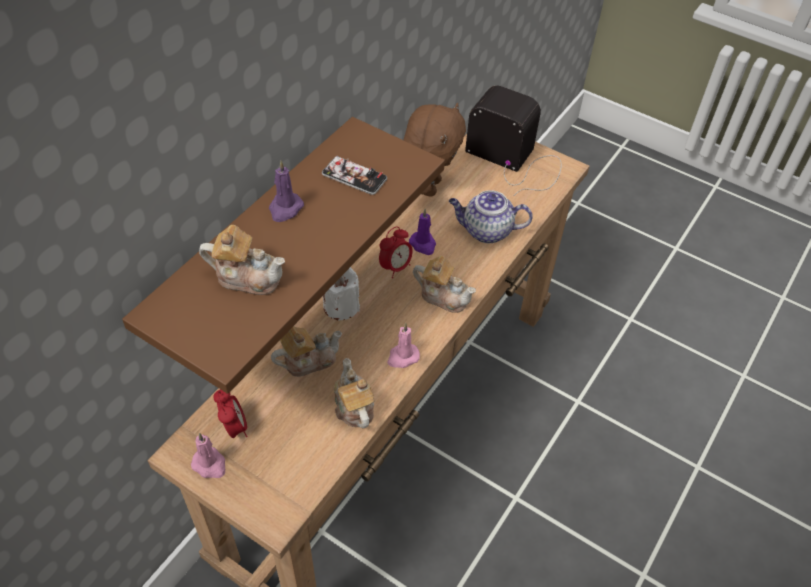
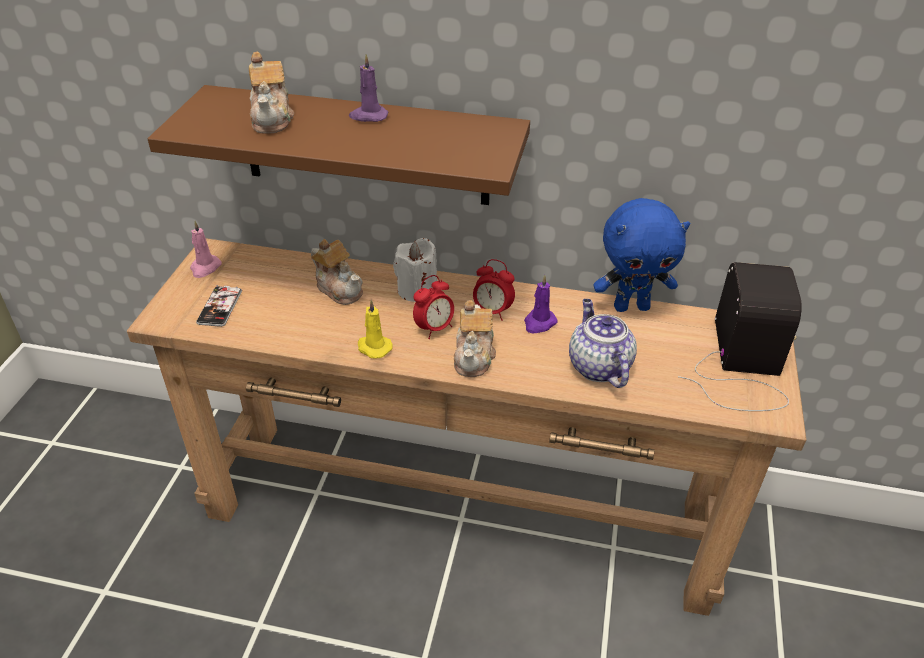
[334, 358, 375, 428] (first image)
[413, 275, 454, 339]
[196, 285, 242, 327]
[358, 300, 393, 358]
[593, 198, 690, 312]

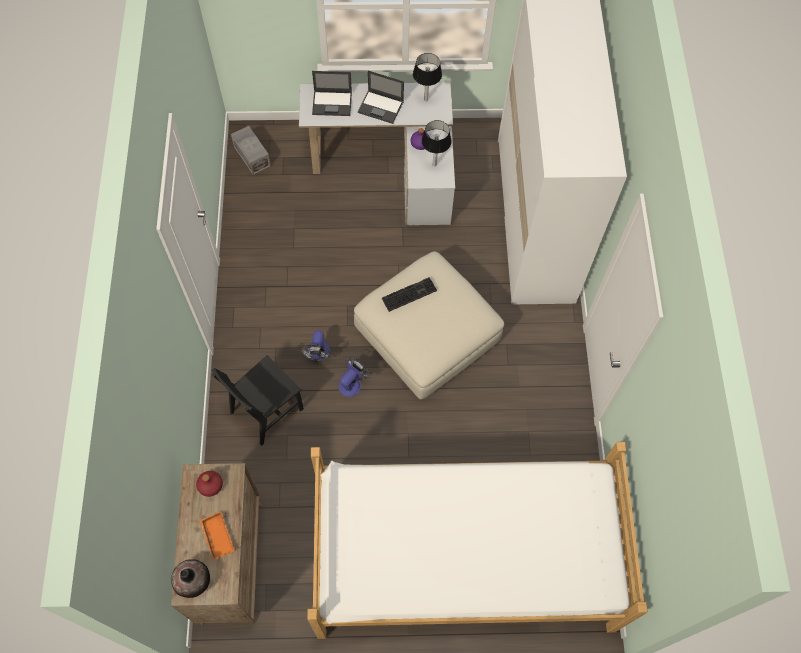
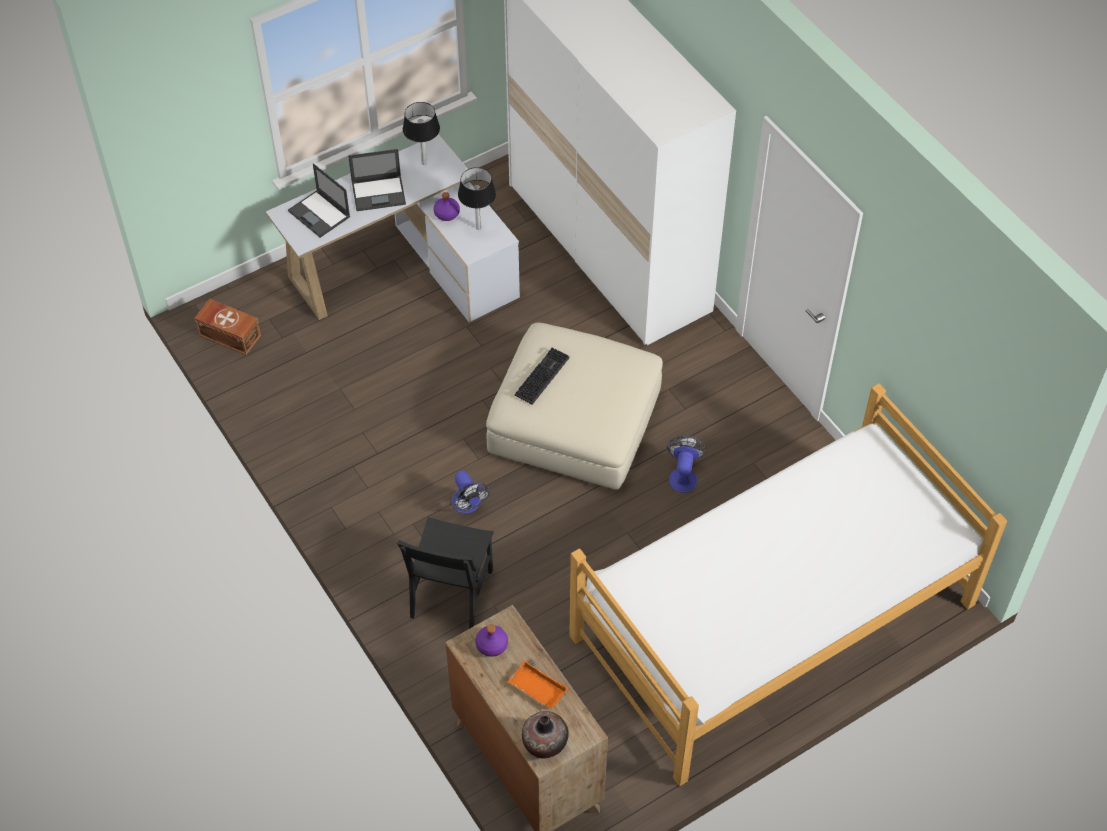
[667, 436, 706, 493]
[475, 624, 508, 657]
[194, 299, 261, 355]
[288, 164, 350, 238]

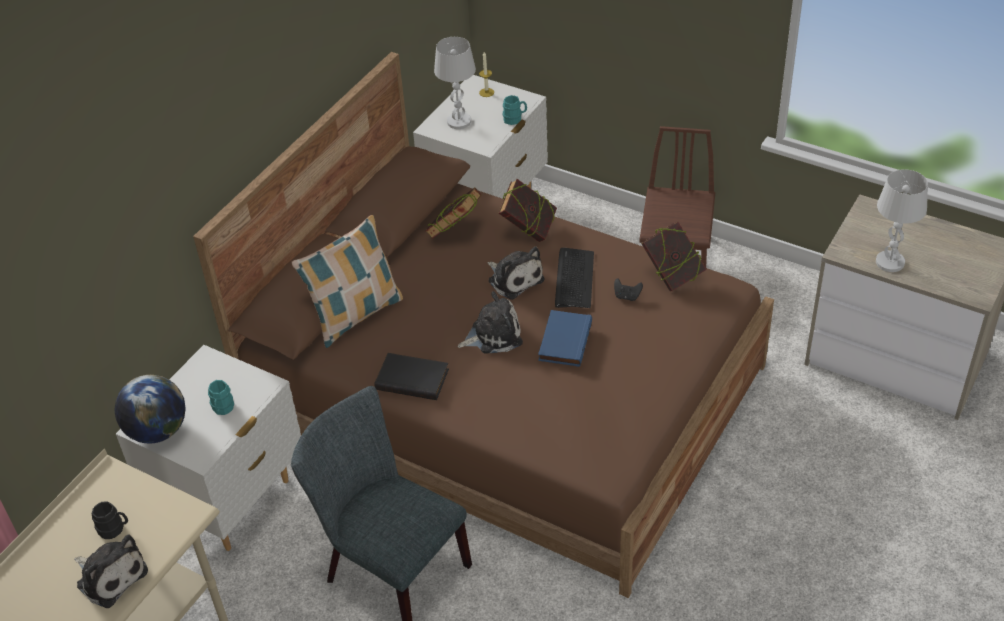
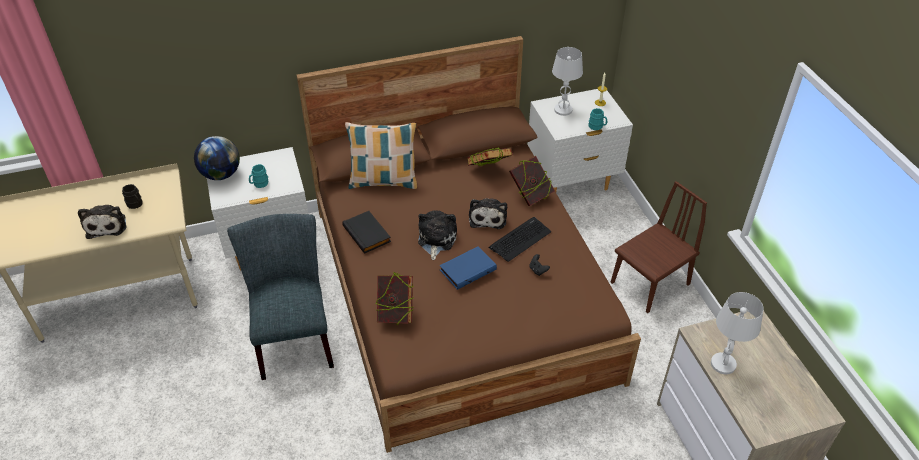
[376, 273, 414, 325]
[418, 210, 457, 260]

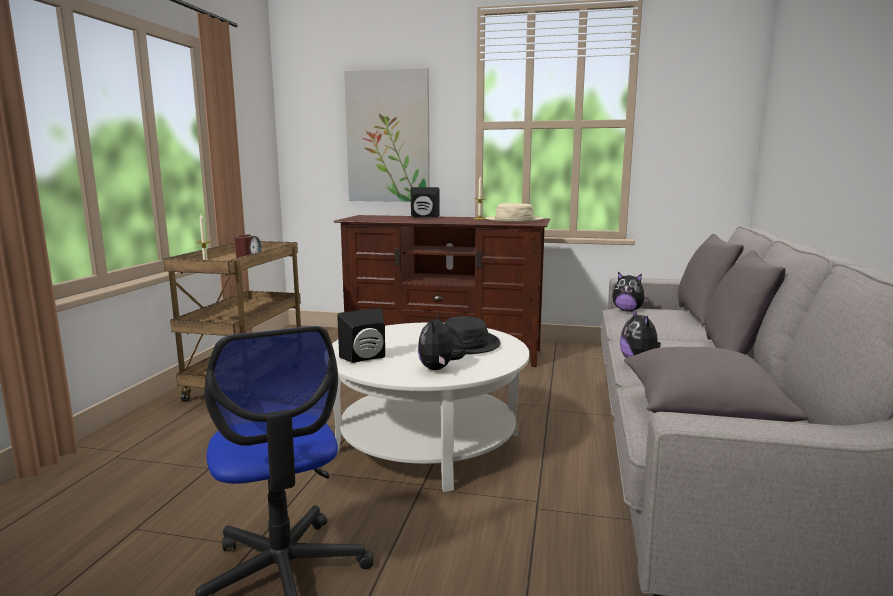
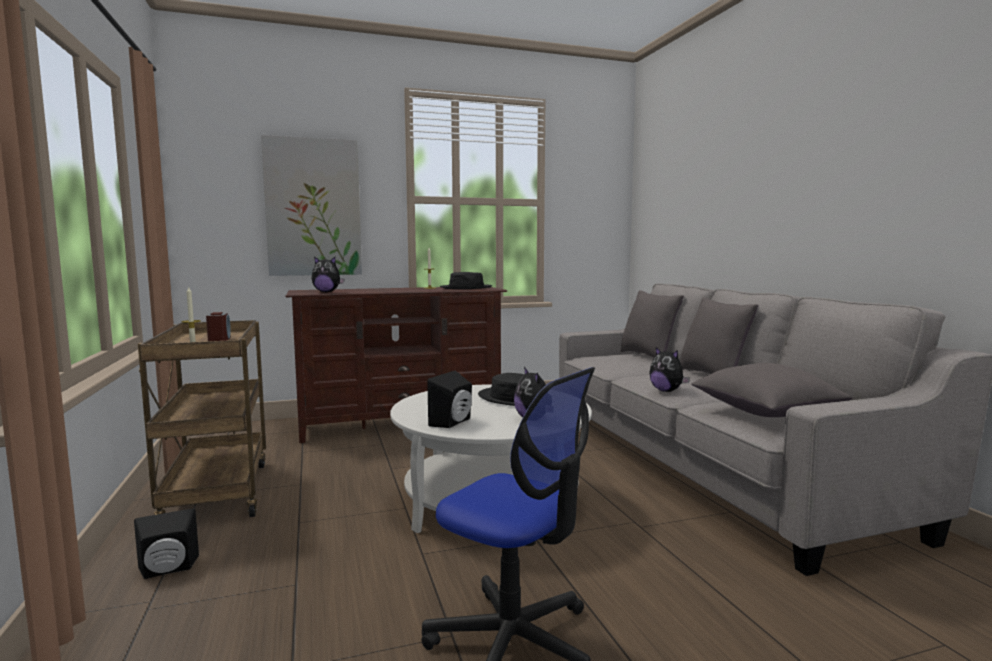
[134, 508, 199, 579]
[312, 257, 344, 292]
[440, 272, 493, 289]

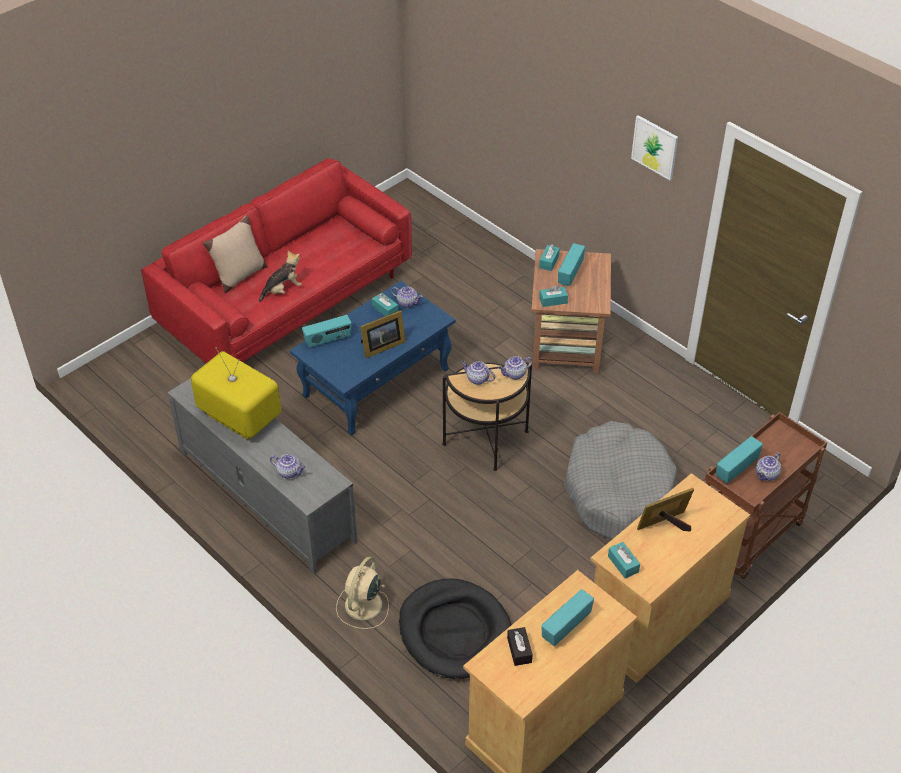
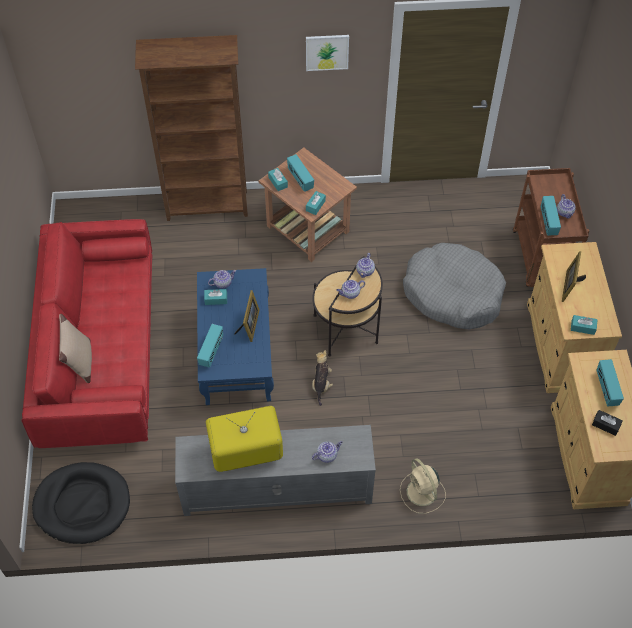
[135, 35, 248, 221]
[312, 350, 333, 406]
[32, 462, 130, 544]

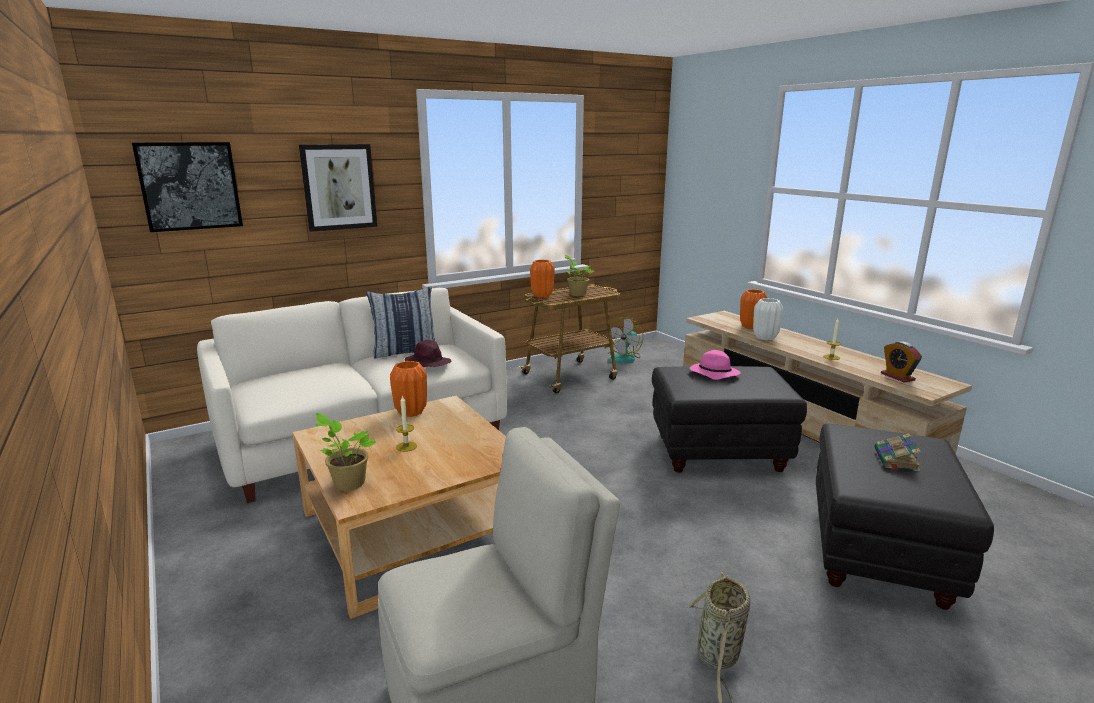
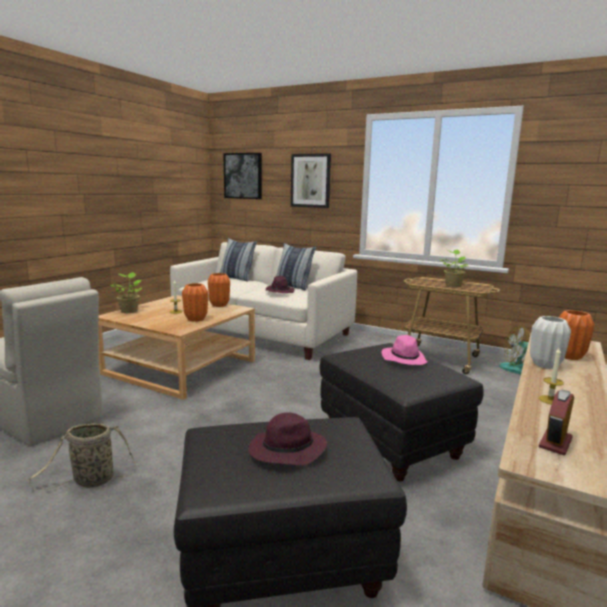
[220, 238, 257, 282]
[182, 283, 208, 322]
[249, 412, 327, 466]

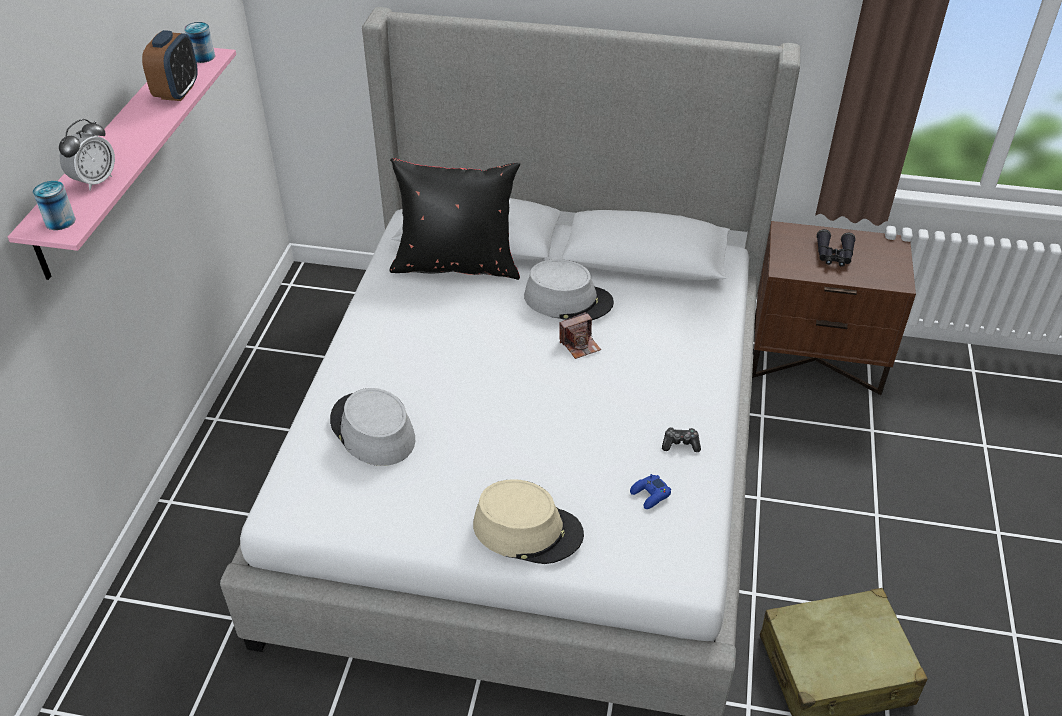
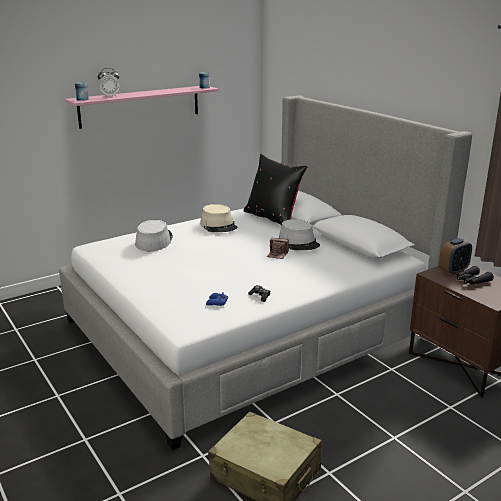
[439, 238, 472, 275]
[200, 204, 237, 232]

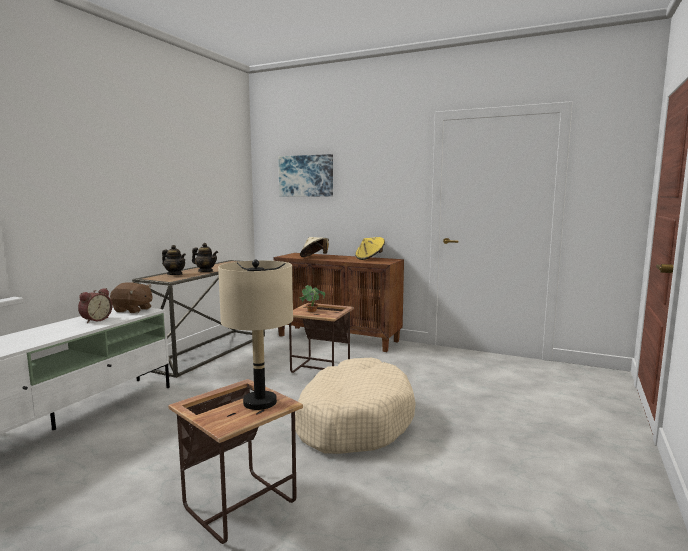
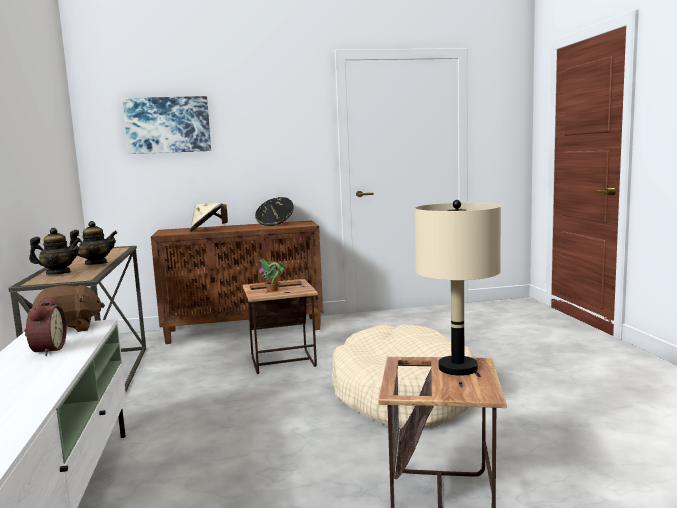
[255, 197, 294, 226]

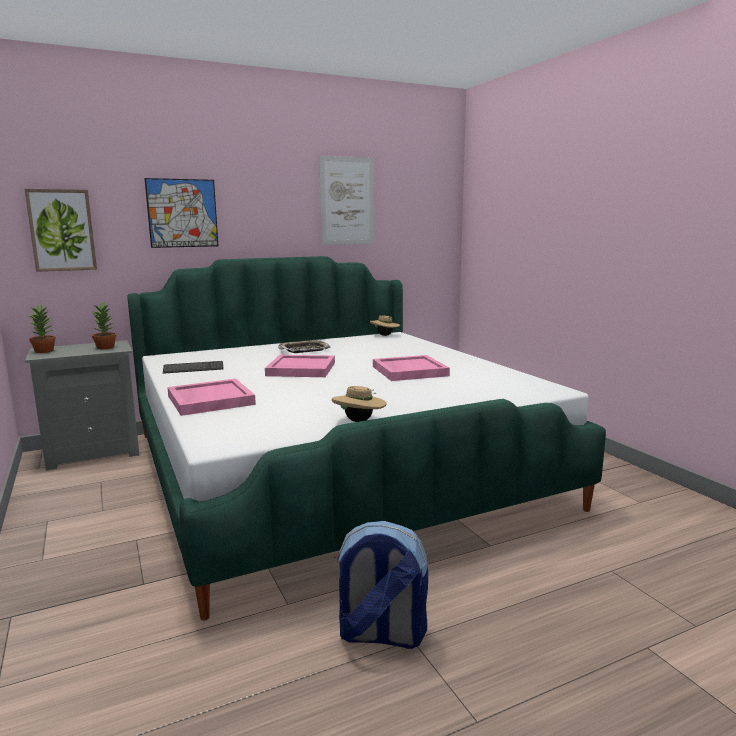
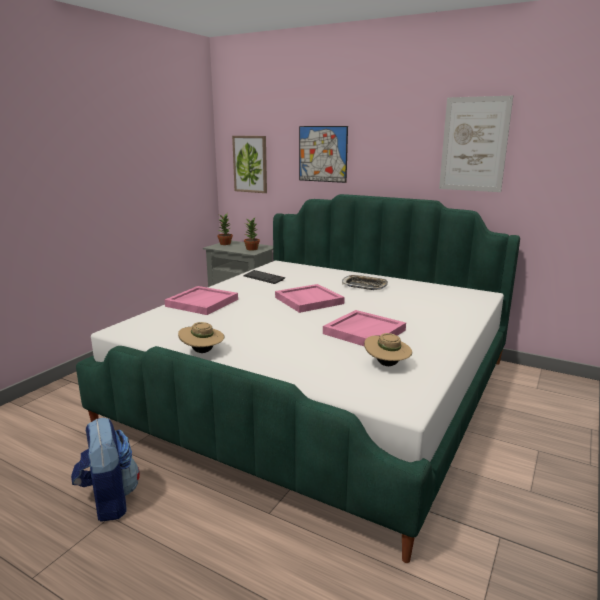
[364, 333, 412, 366]

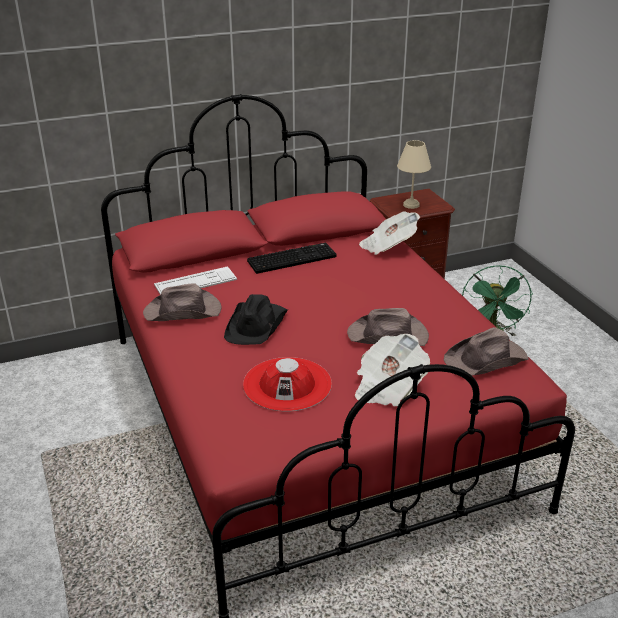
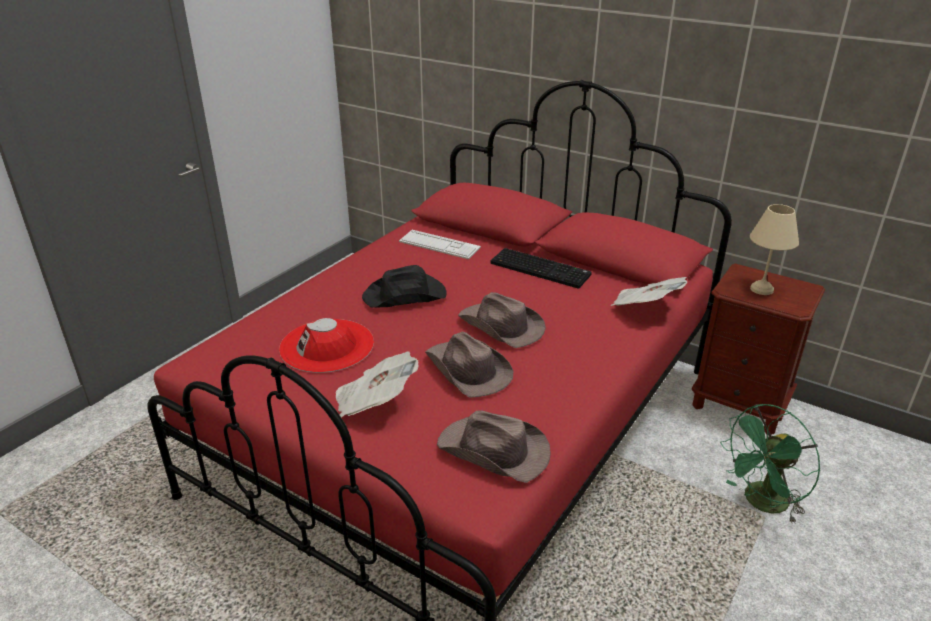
[458, 292, 546, 348]

